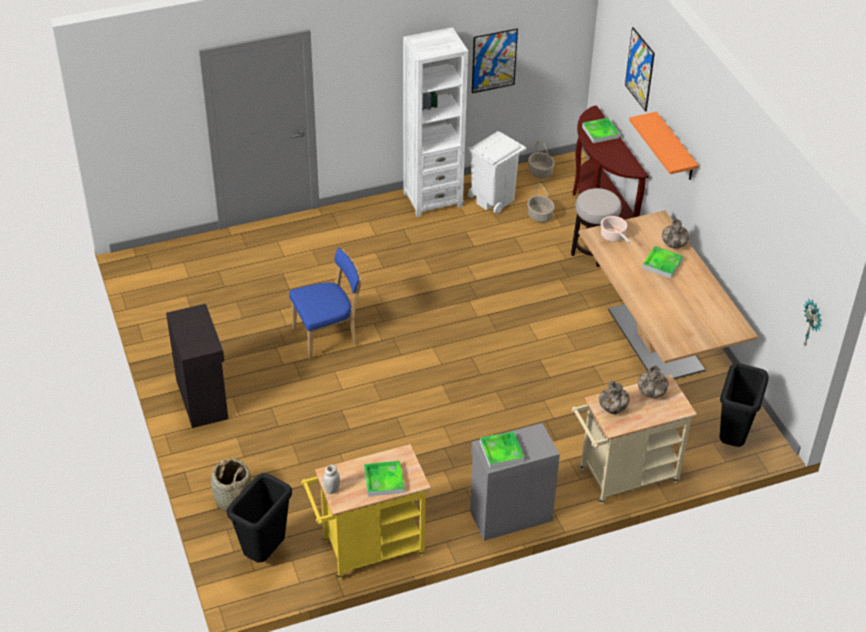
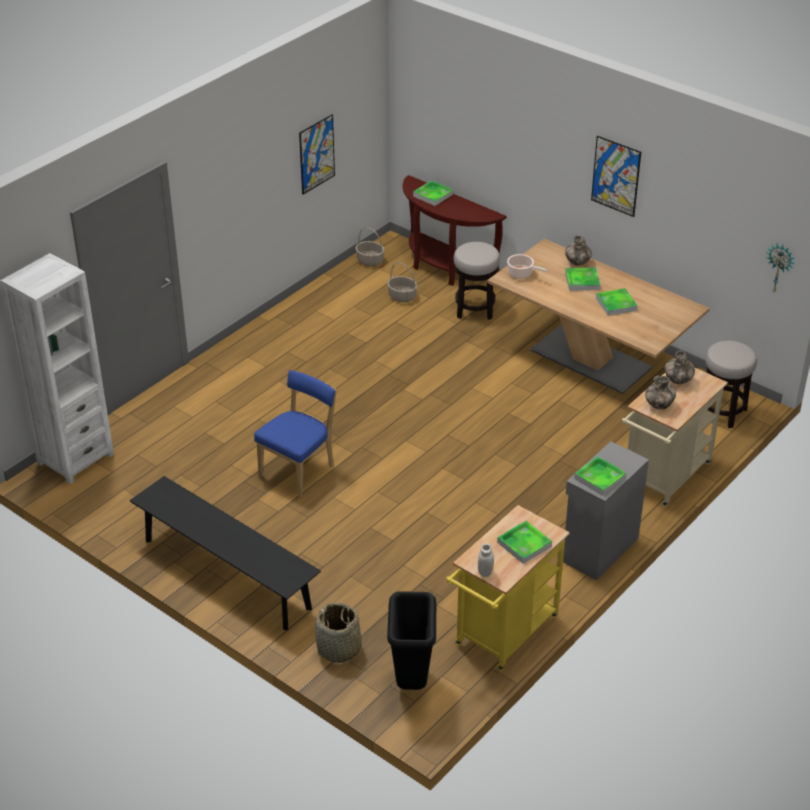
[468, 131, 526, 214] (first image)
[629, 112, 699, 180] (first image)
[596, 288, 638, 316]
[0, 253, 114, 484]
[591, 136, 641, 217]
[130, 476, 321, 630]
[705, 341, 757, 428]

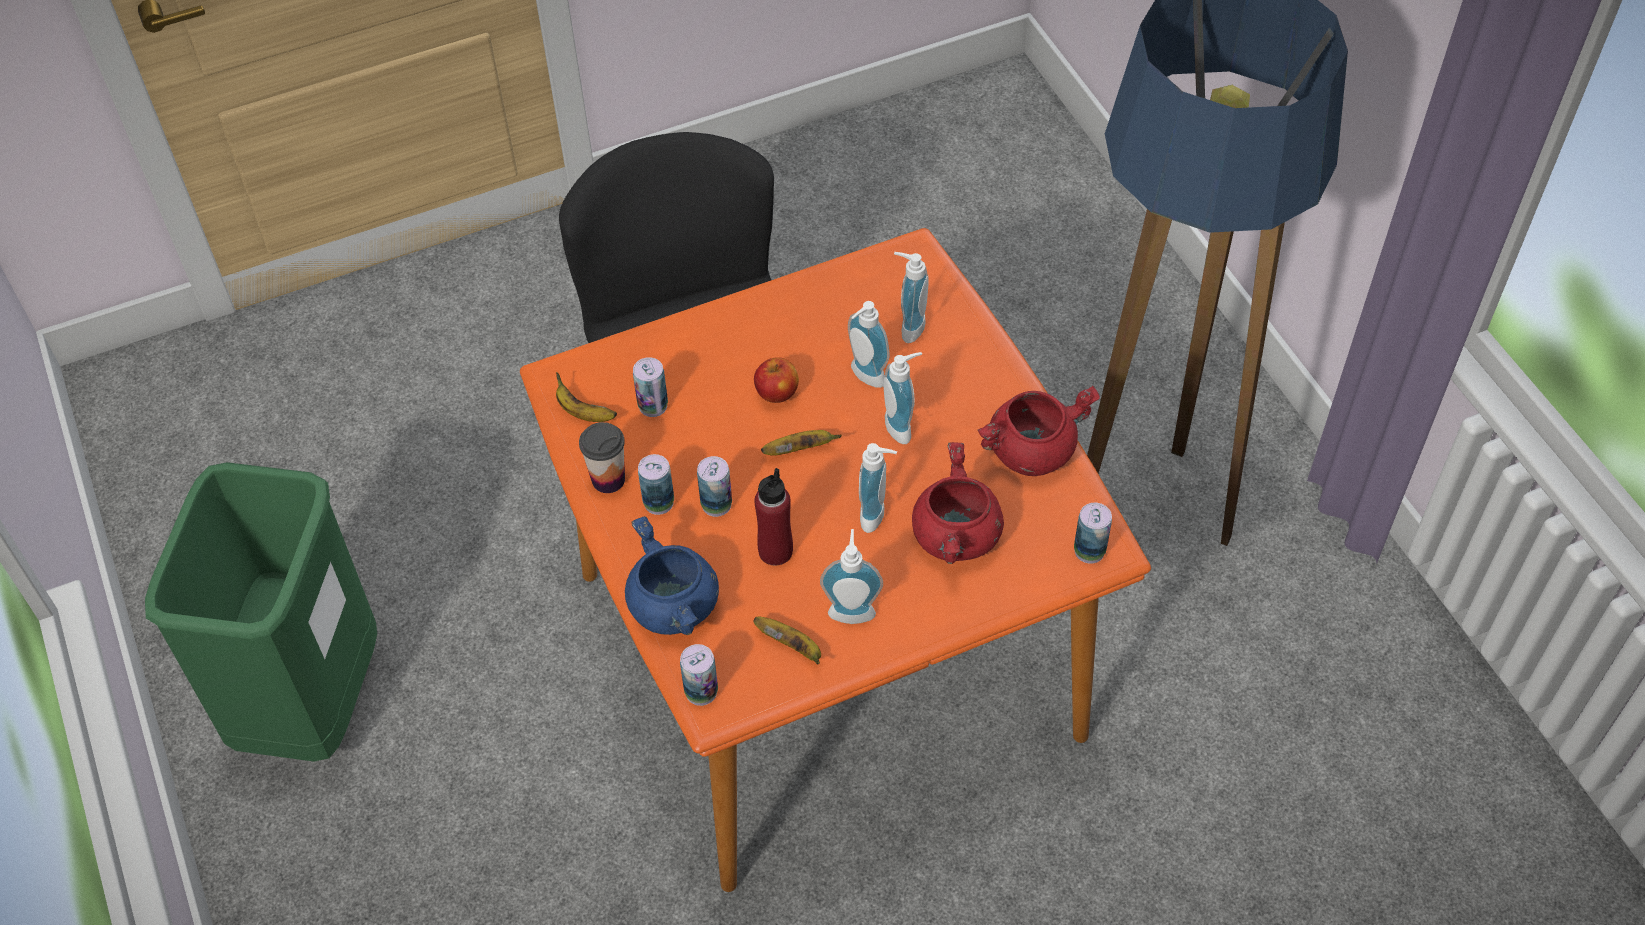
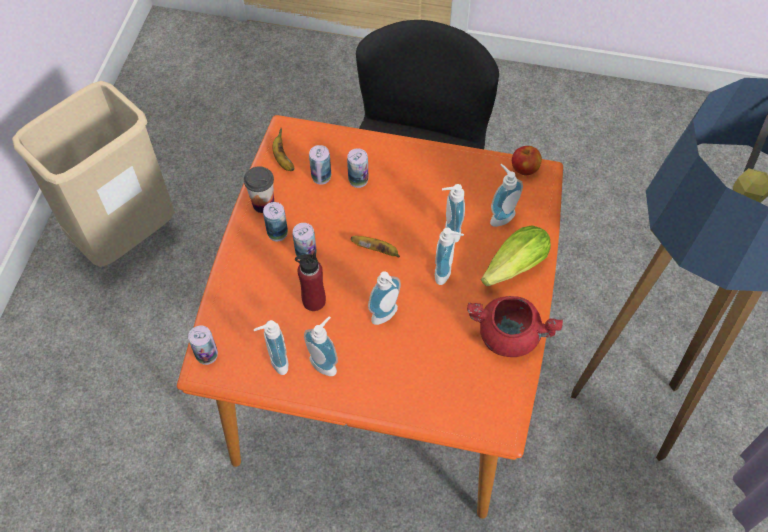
[625, 516, 719, 635] (first image)
[912, 442, 1004, 564] (first image)
[481, 225, 551, 286]
[512, 146, 542, 175]
[347, 148, 368, 188]
[254, 320, 288, 375]
[12, 81, 175, 267]

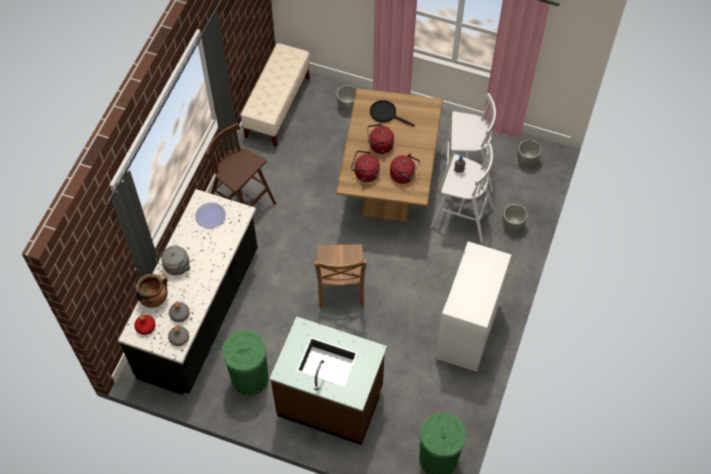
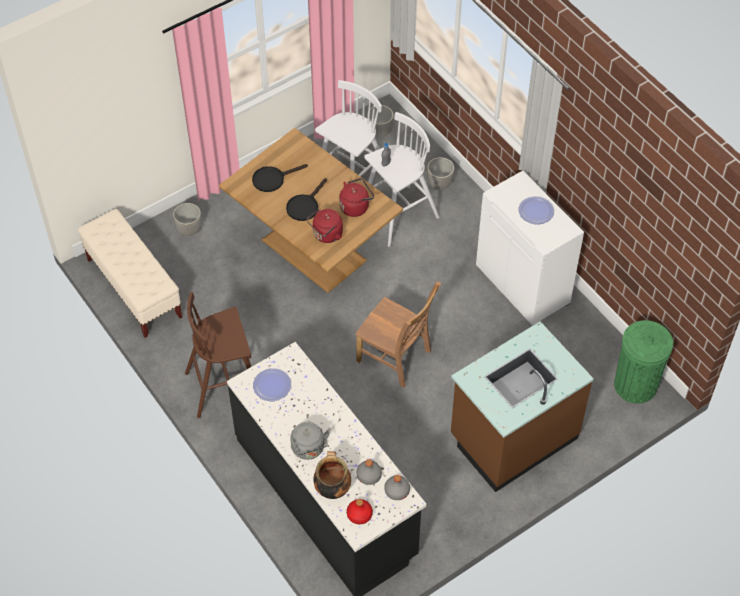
[222, 330, 269, 396] (first image)
[519, 196, 554, 224]
[286, 178, 327, 221]

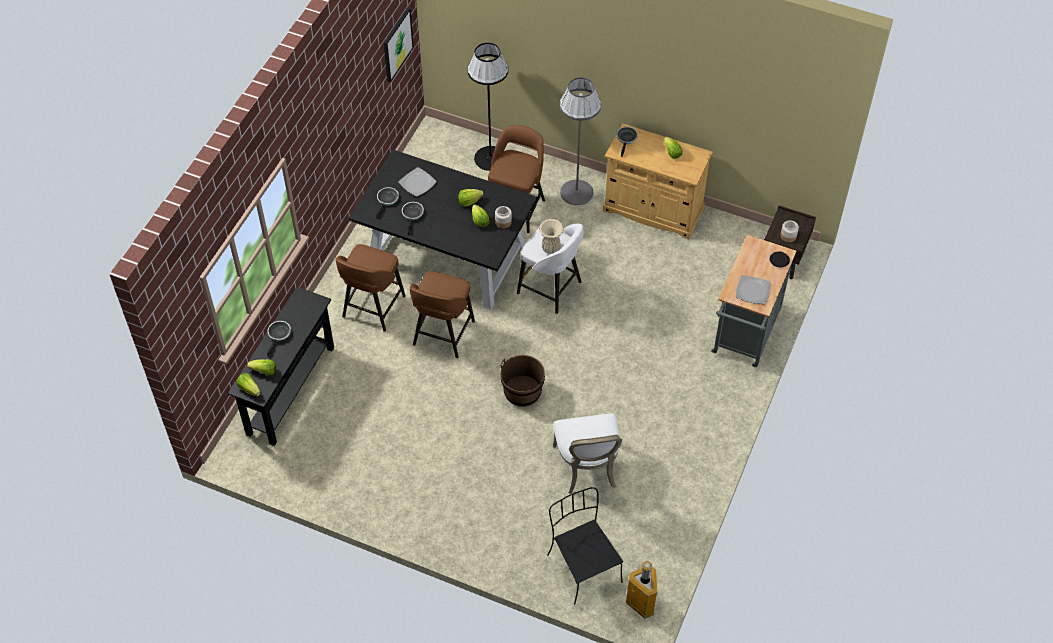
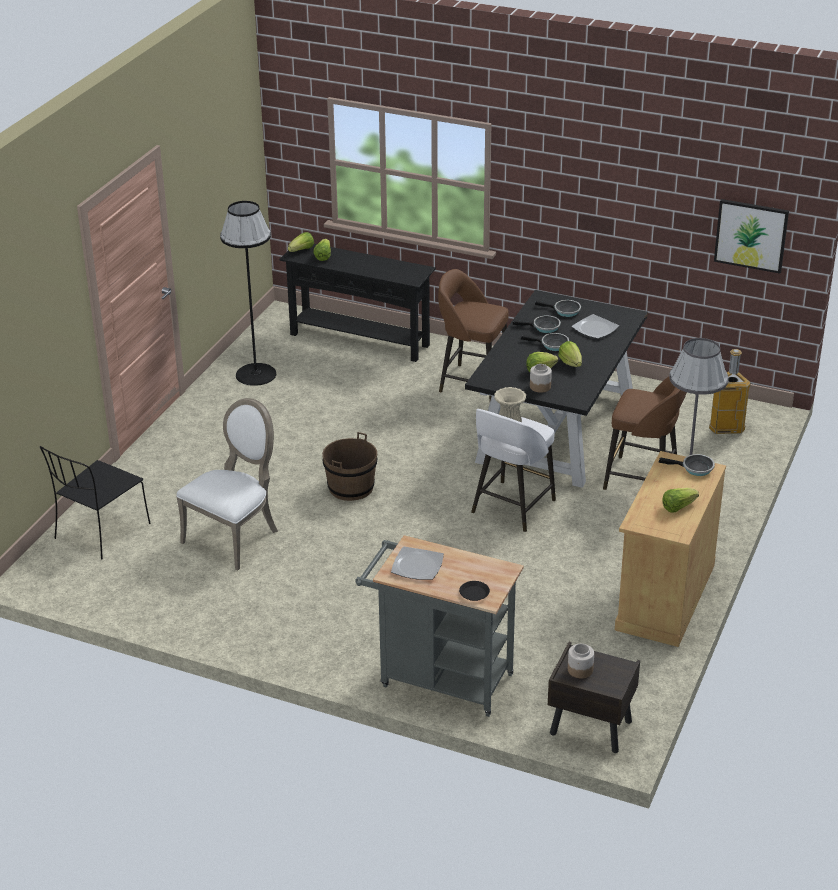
[410, 271, 475, 358] (first image)
[521, 333, 569, 351]
[220, 201, 276, 386]
[709, 349, 751, 434]
[40, 446, 150, 559]
[176, 398, 278, 570]

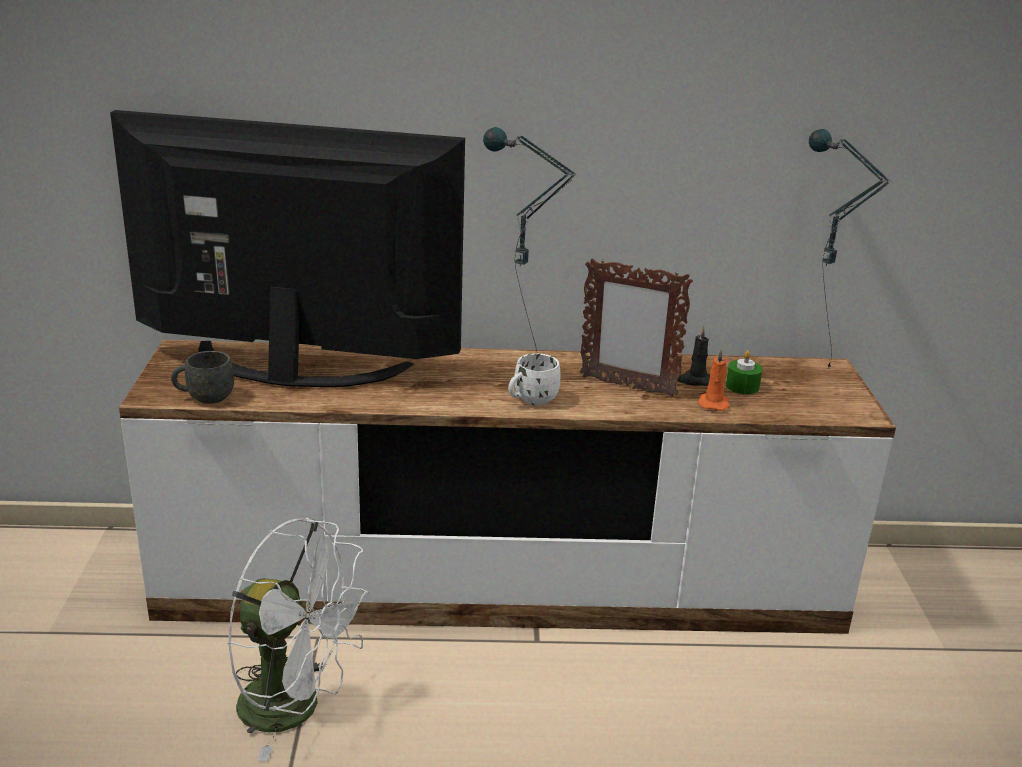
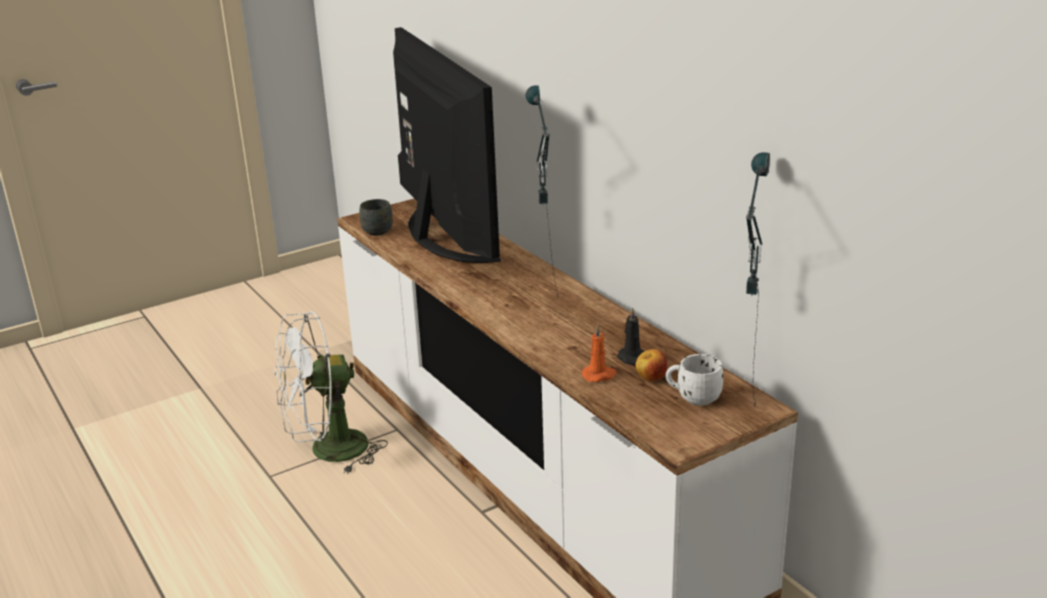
[580, 258, 693, 397] (first image)
[666, 354, 723, 406]
[635, 349, 667, 381]
[274, 312, 388, 474]

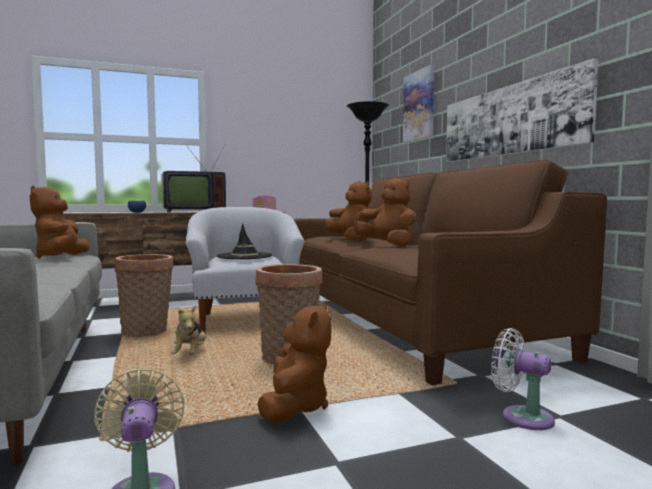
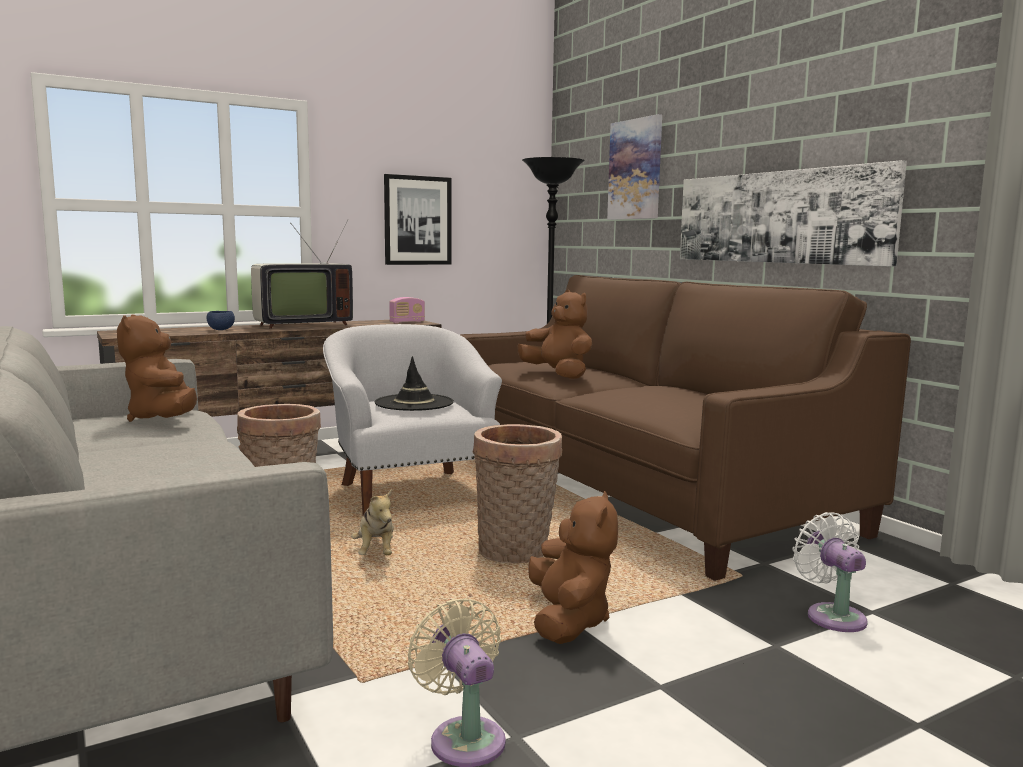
[354, 178, 417, 247] (first image)
[384, 174, 452, 265]
[792, 512, 868, 632]

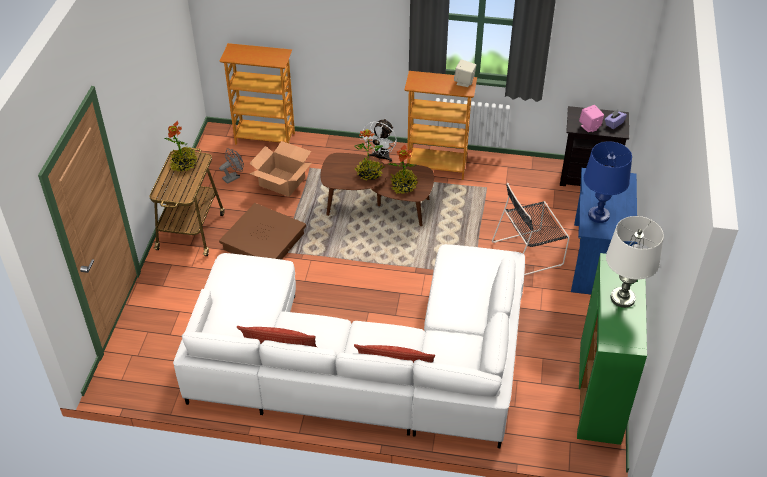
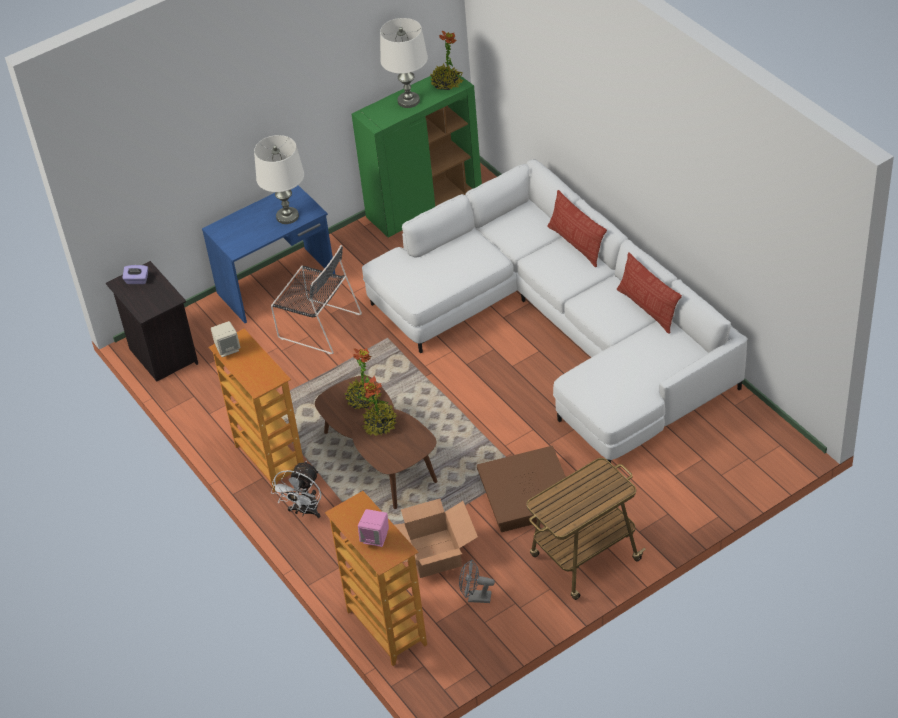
[430, 31, 464, 90]
[358, 509, 389, 547]
[254, 135, 304, 224]
[271, 461, 322, 518]

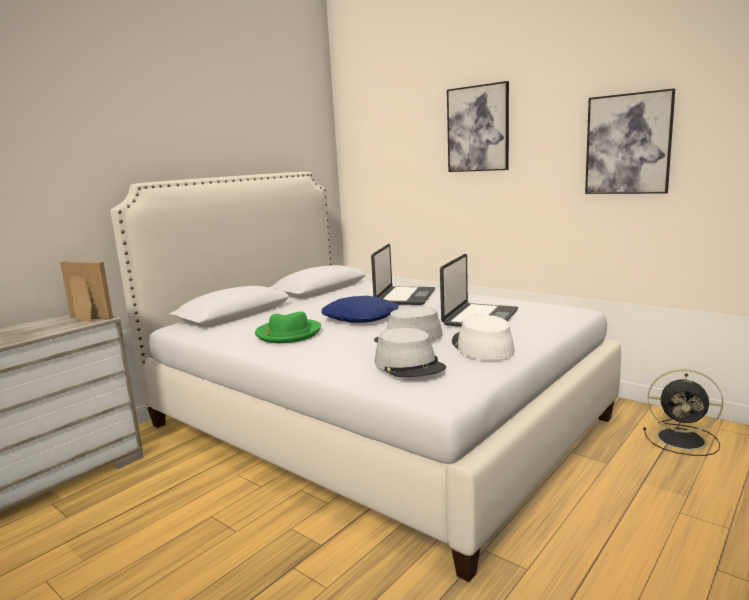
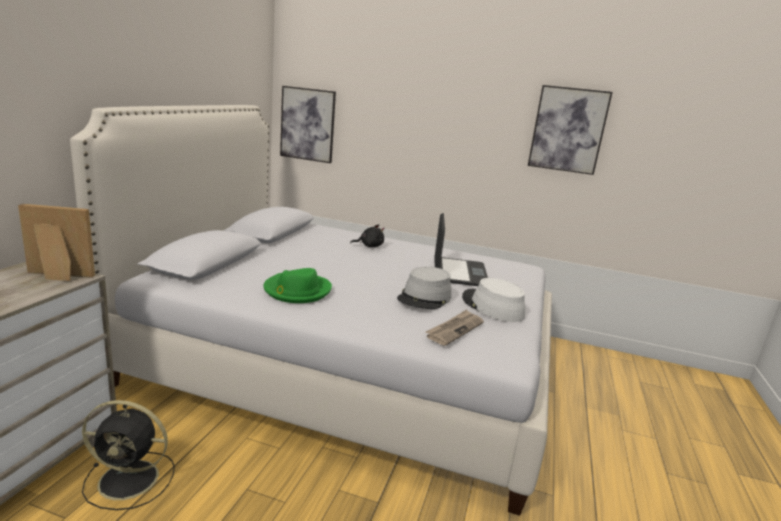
[321, 296, 399, 323] (first image)
[280, 86, 336, 163]
[82, 400, 175, 510]
[350, 224, 384, 247]
[425, 309, 484, 346]

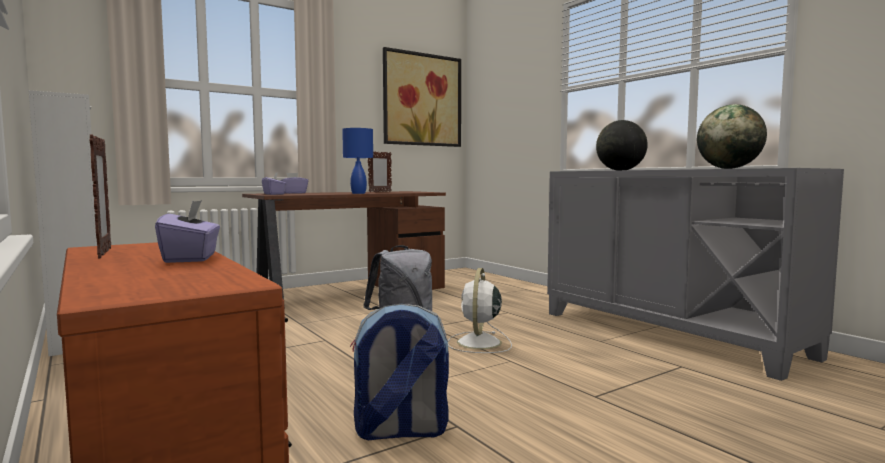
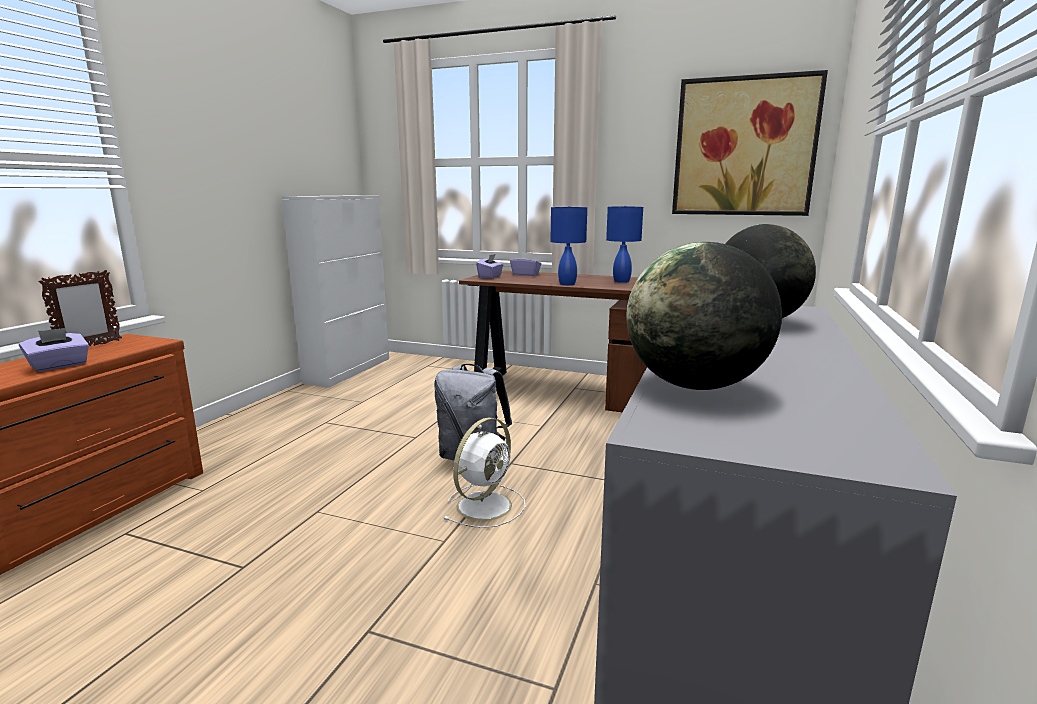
[350, 304, 449, 440] (first image)
[606, 206, 643, 283]
[444, 417, 525, 528]

